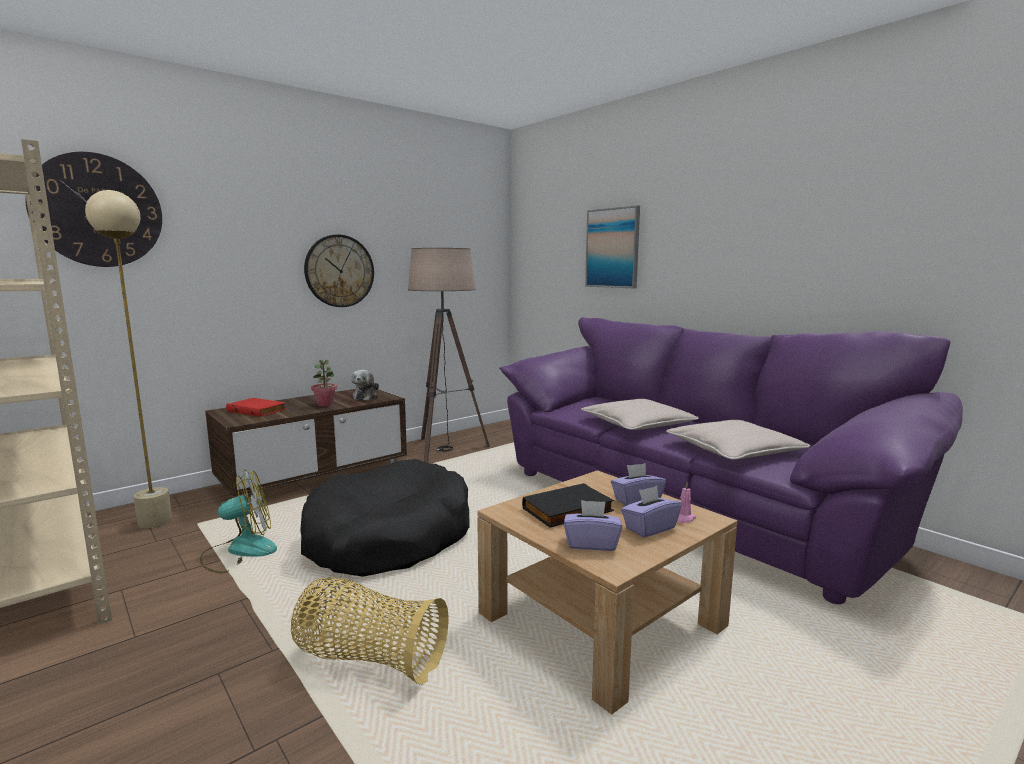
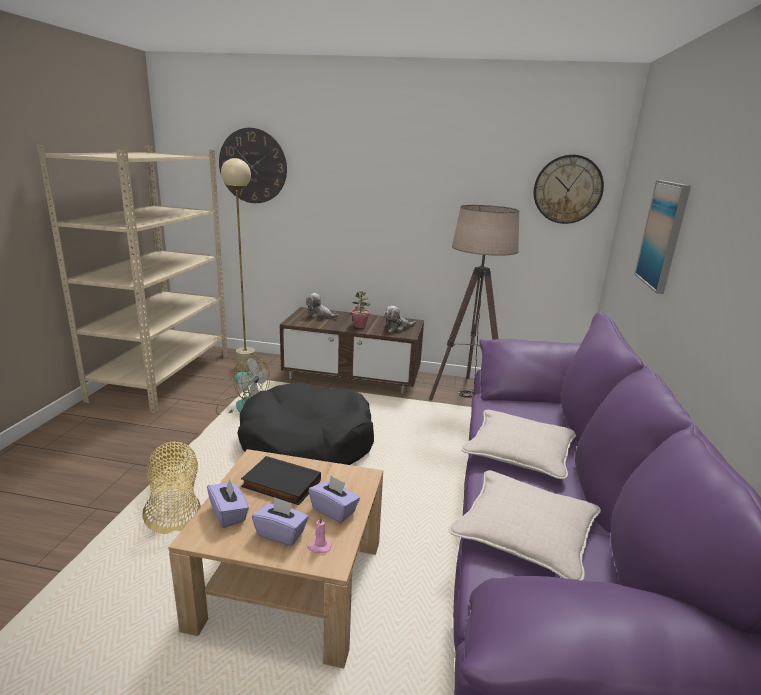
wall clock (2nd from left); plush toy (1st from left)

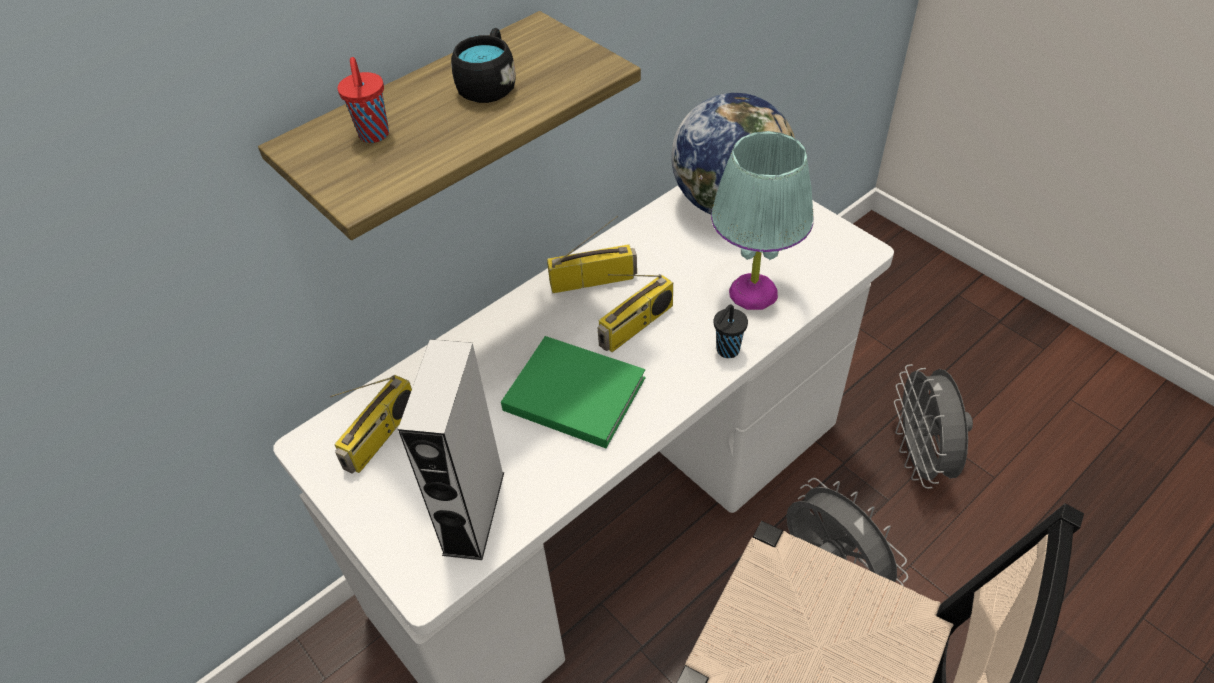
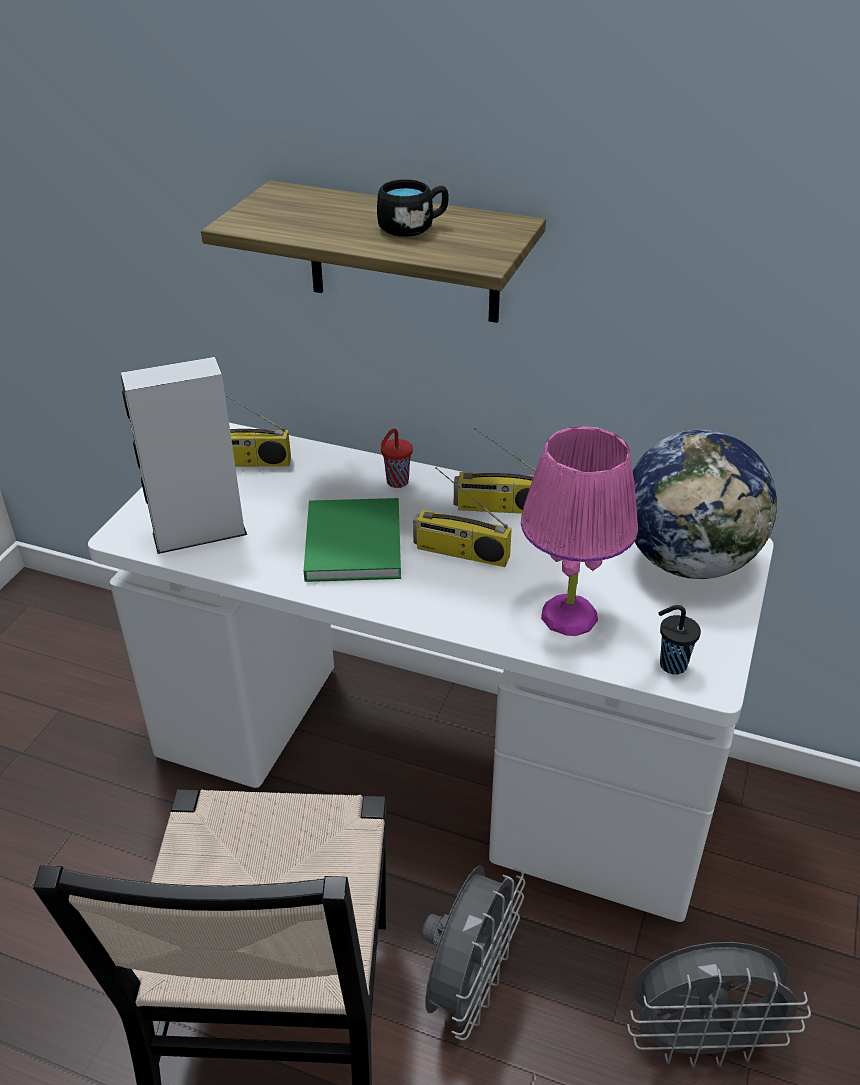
cup (red); table lamp (pink); radio (3rd from left); cup (black); fan (grey) (2nd from left)

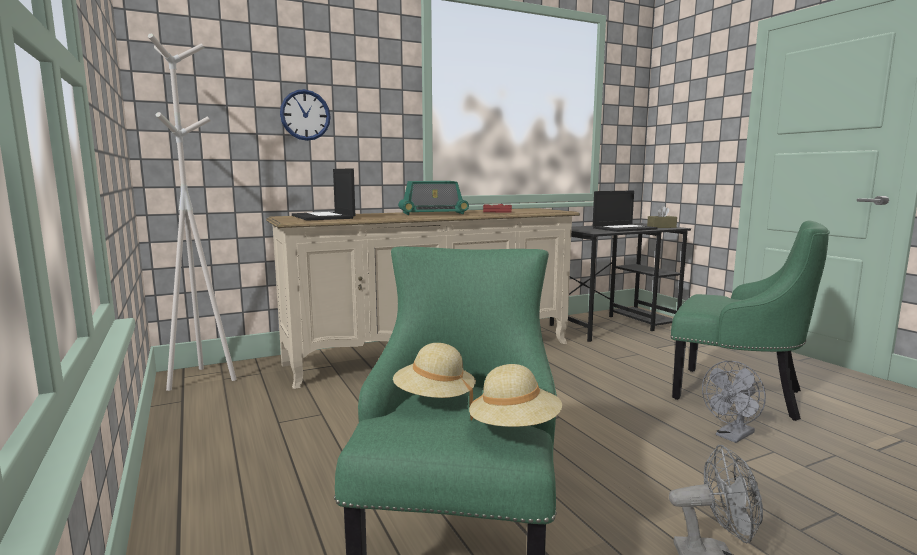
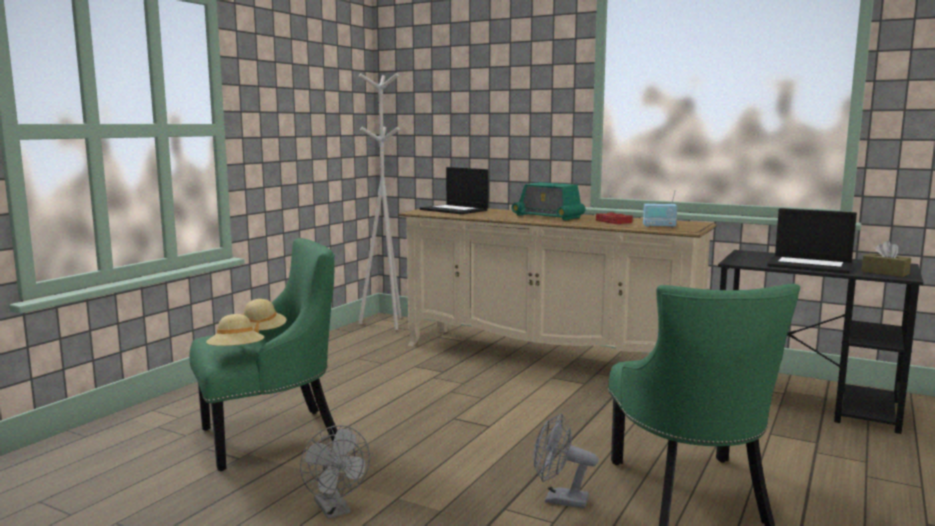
wall clock; laptop (1st from left); radio (2nd from left)

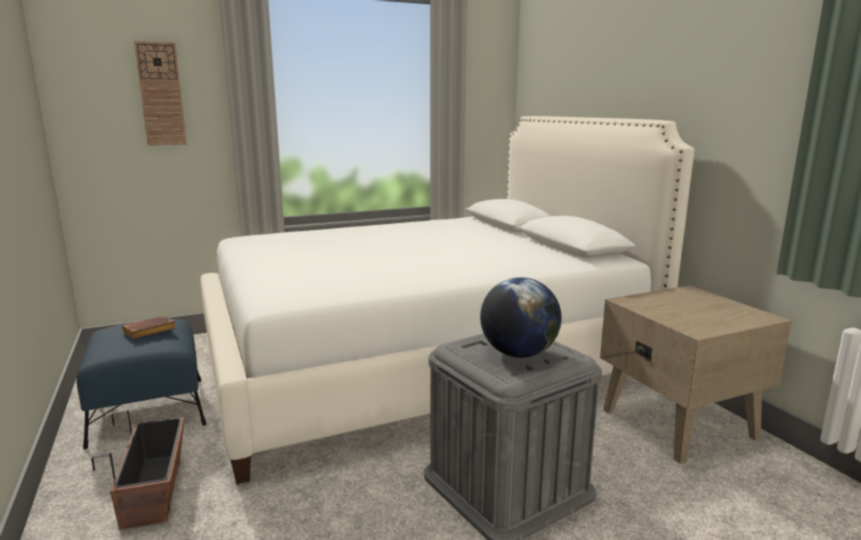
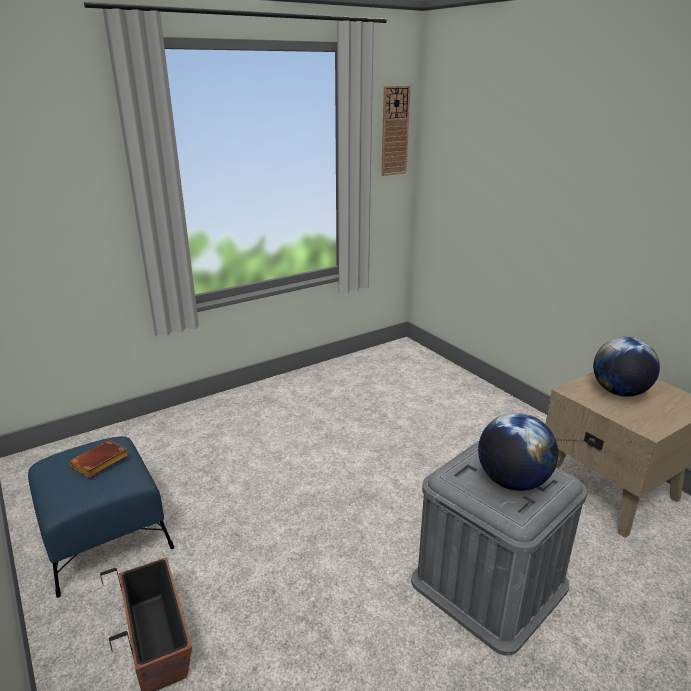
wall clock; bed (white); globe (2nd from left)

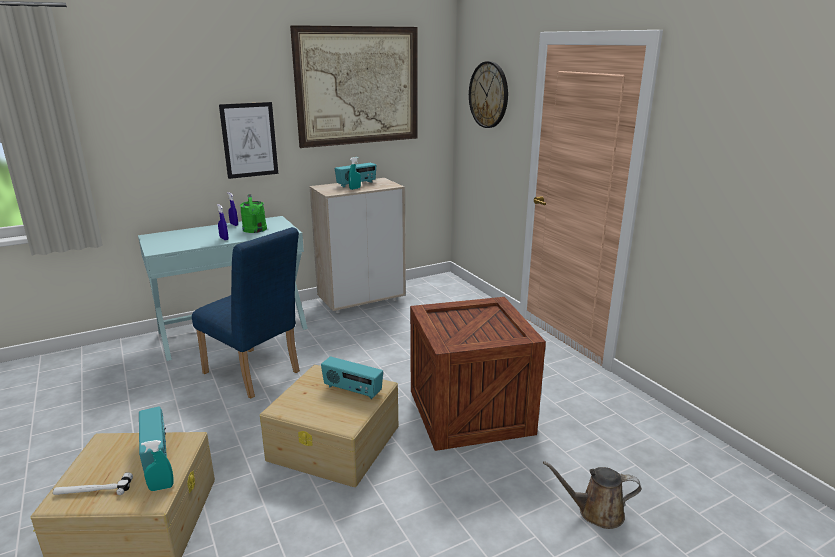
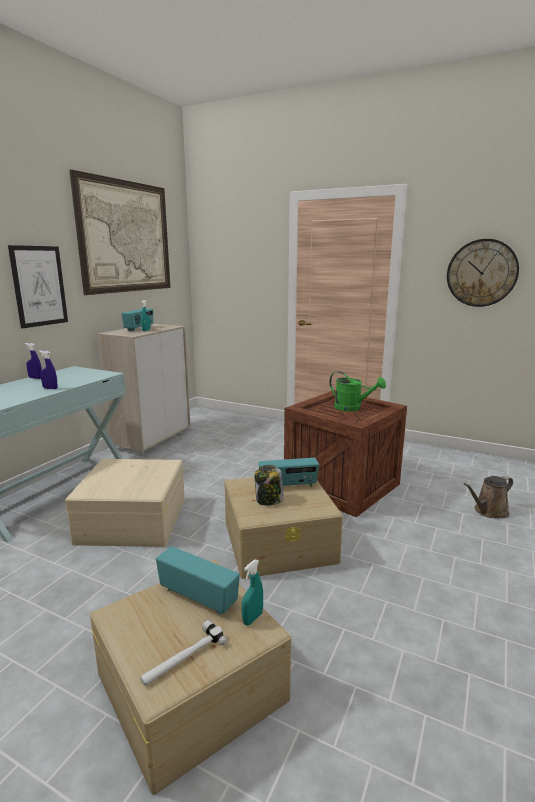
wall clock; watering can (green); storage box (beige) (1st from left); jar

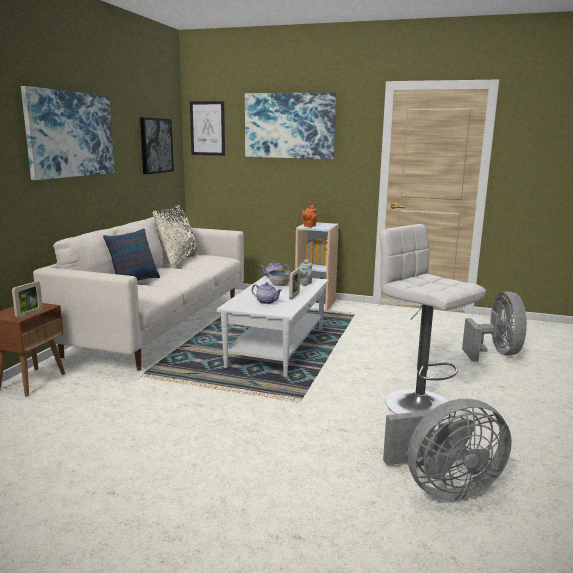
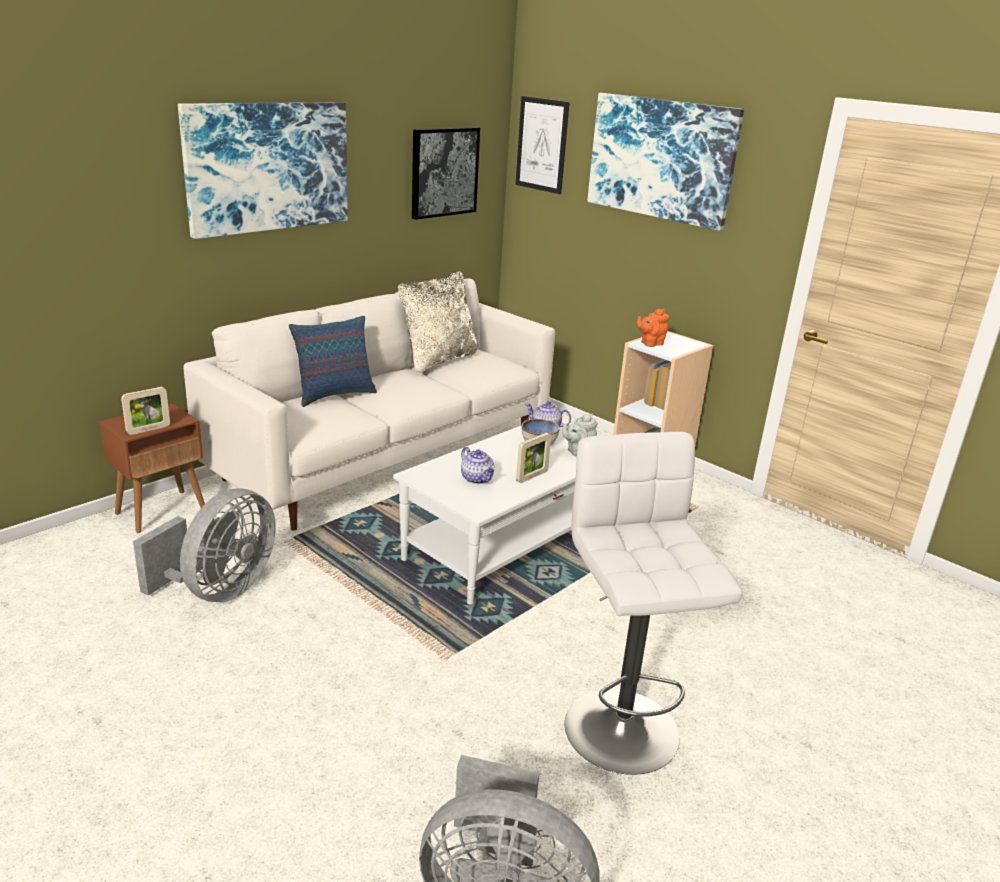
fan (grey) (1st from left)

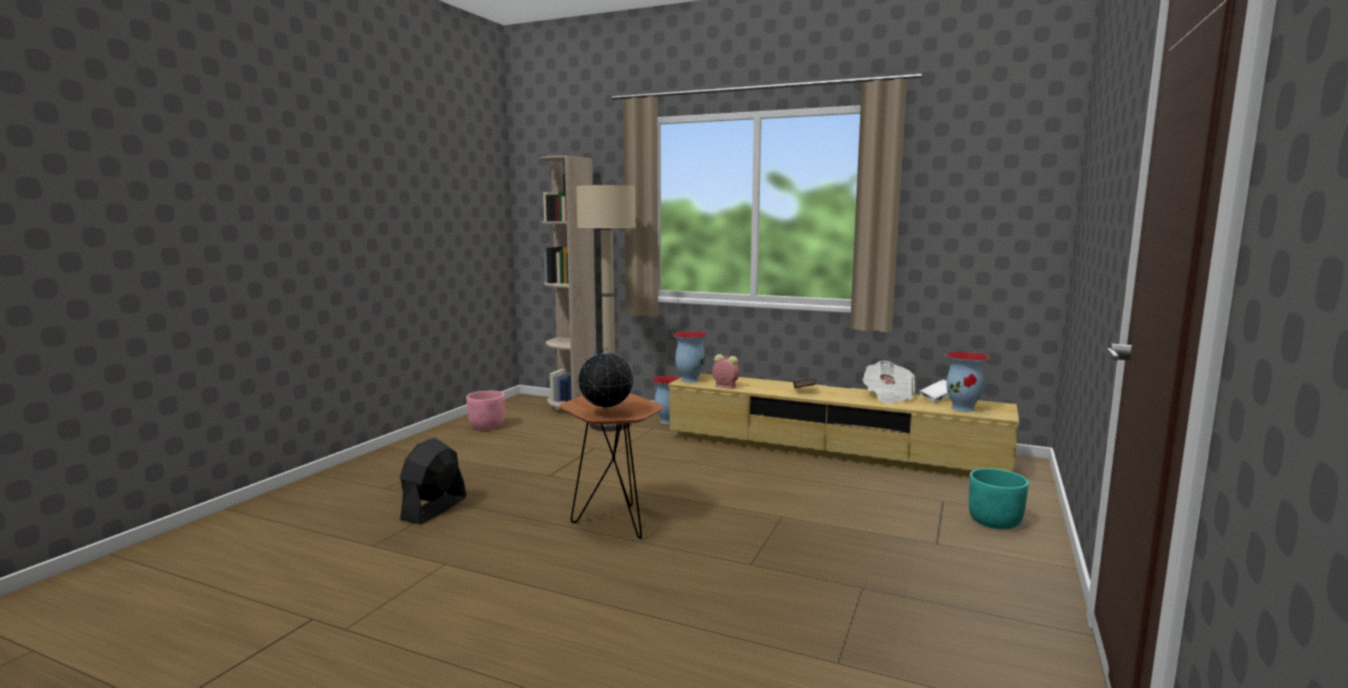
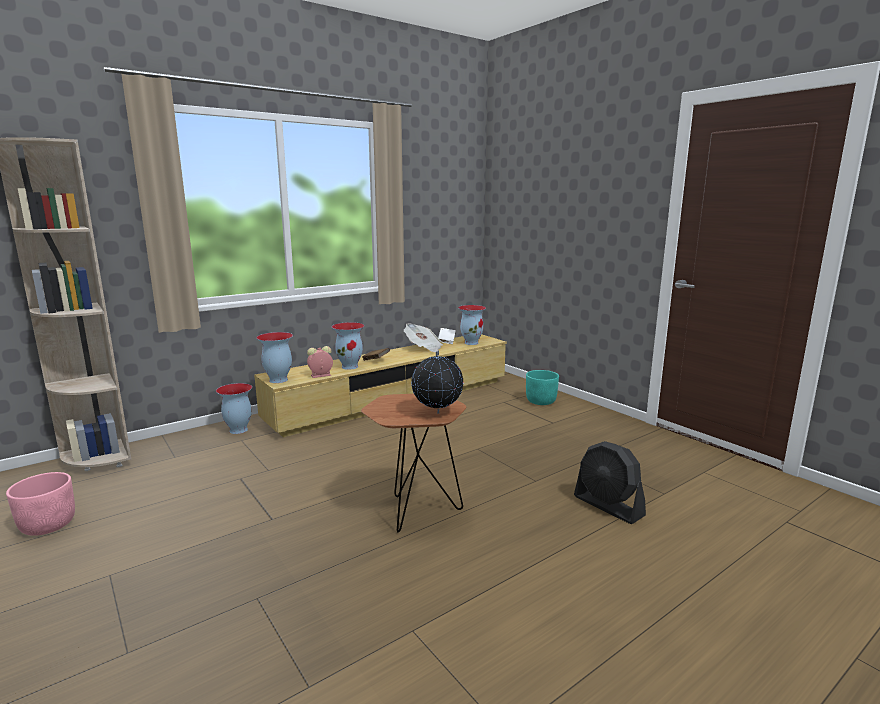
floor lamp (beige); fan (black); vase (3rd from left)

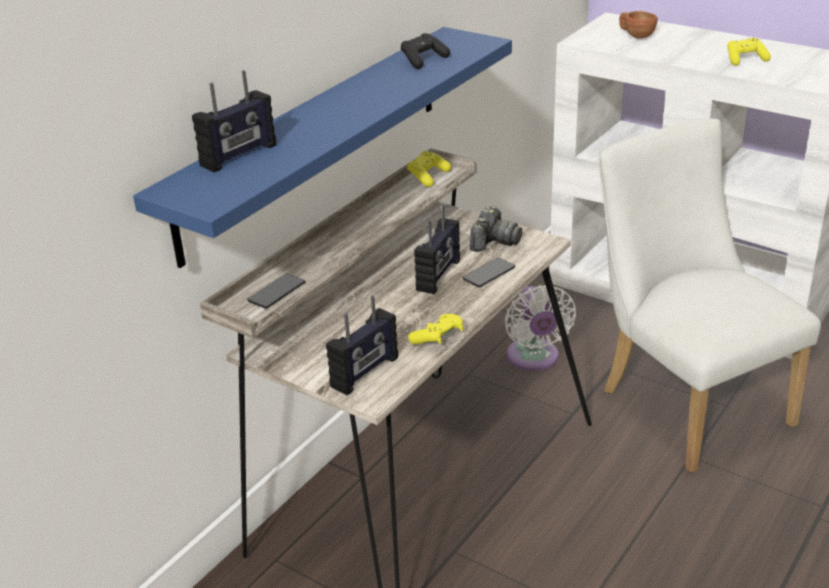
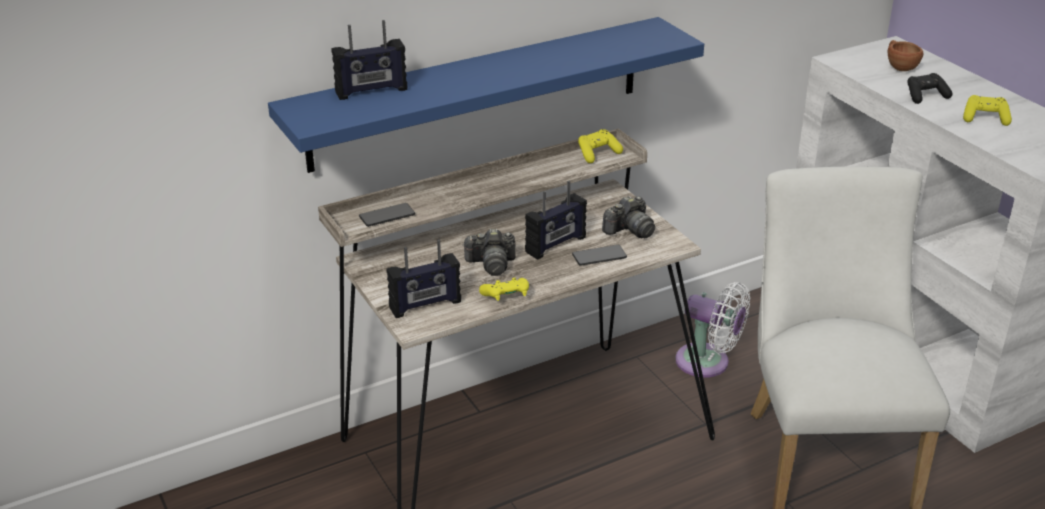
game controller (black); fan (white); photo camera (1st from left)

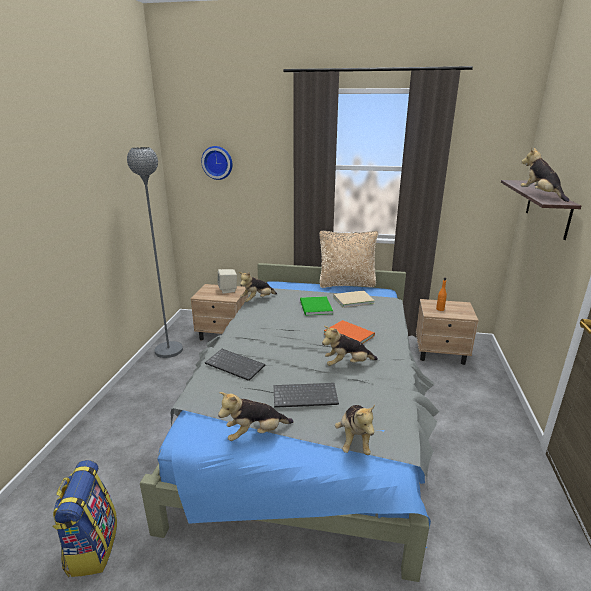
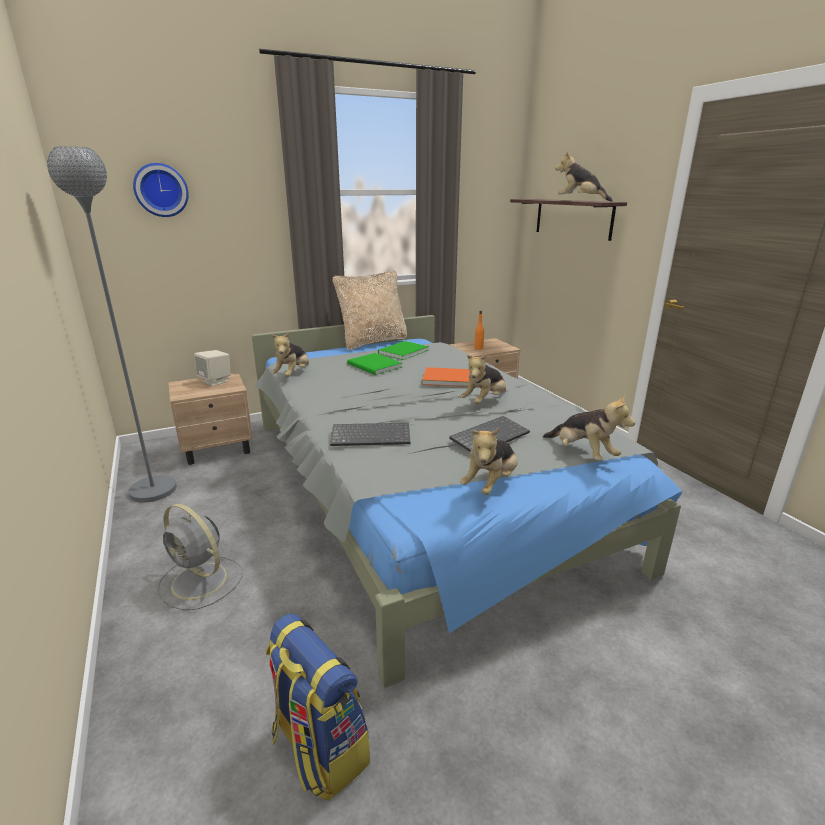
book (green) (2nd from left); fan (grey)

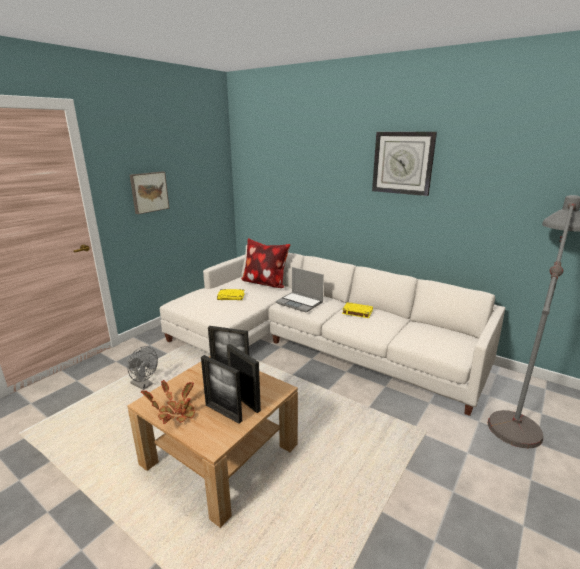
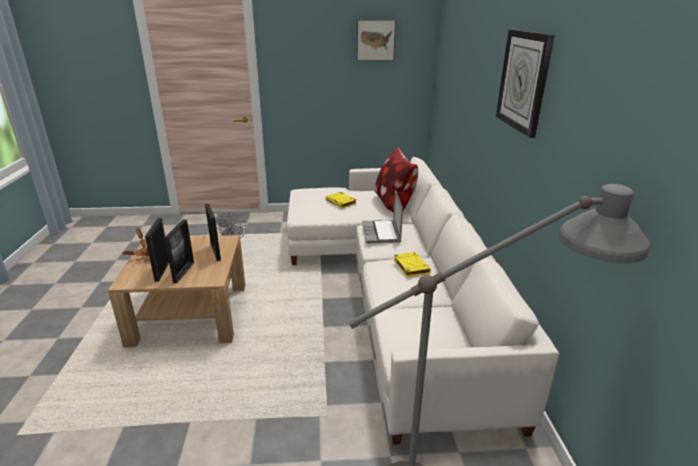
picture

